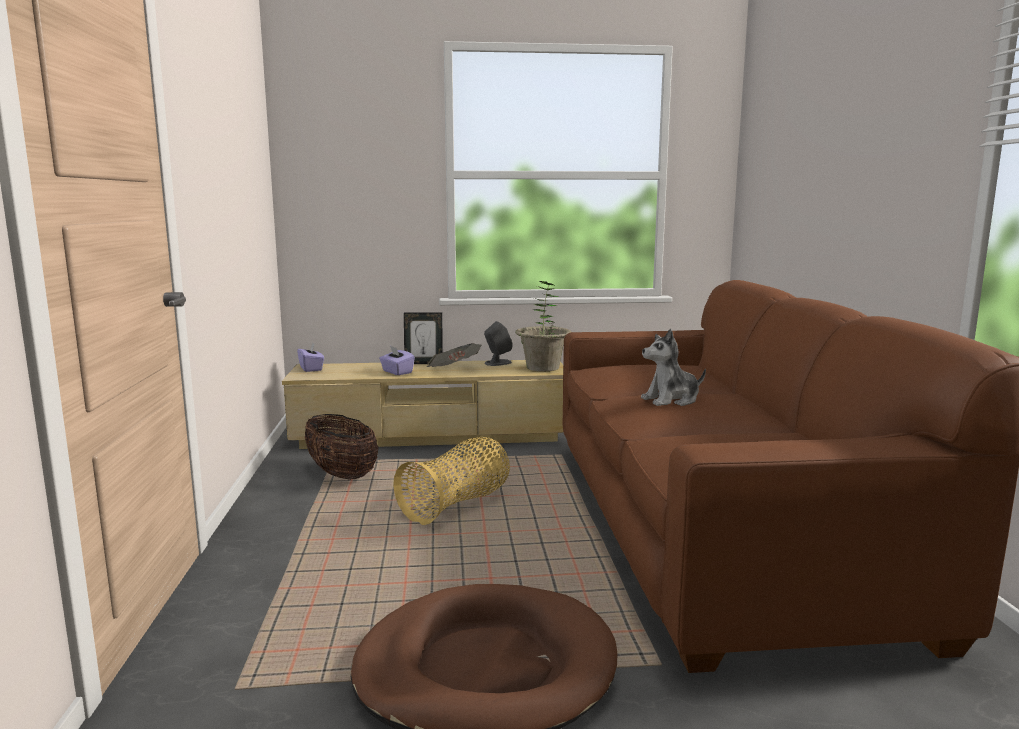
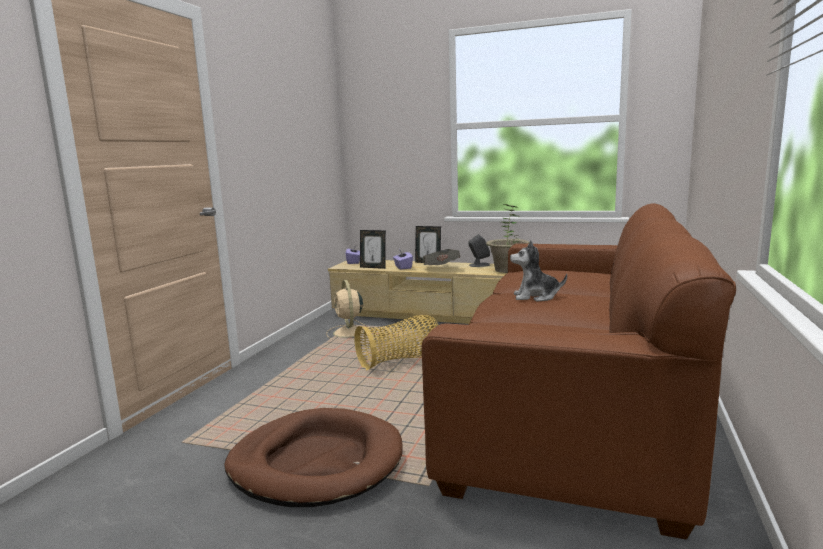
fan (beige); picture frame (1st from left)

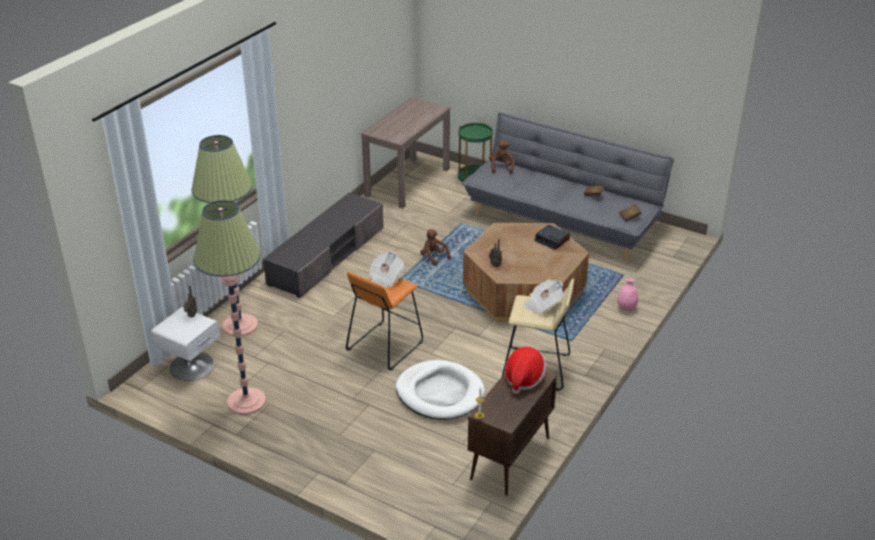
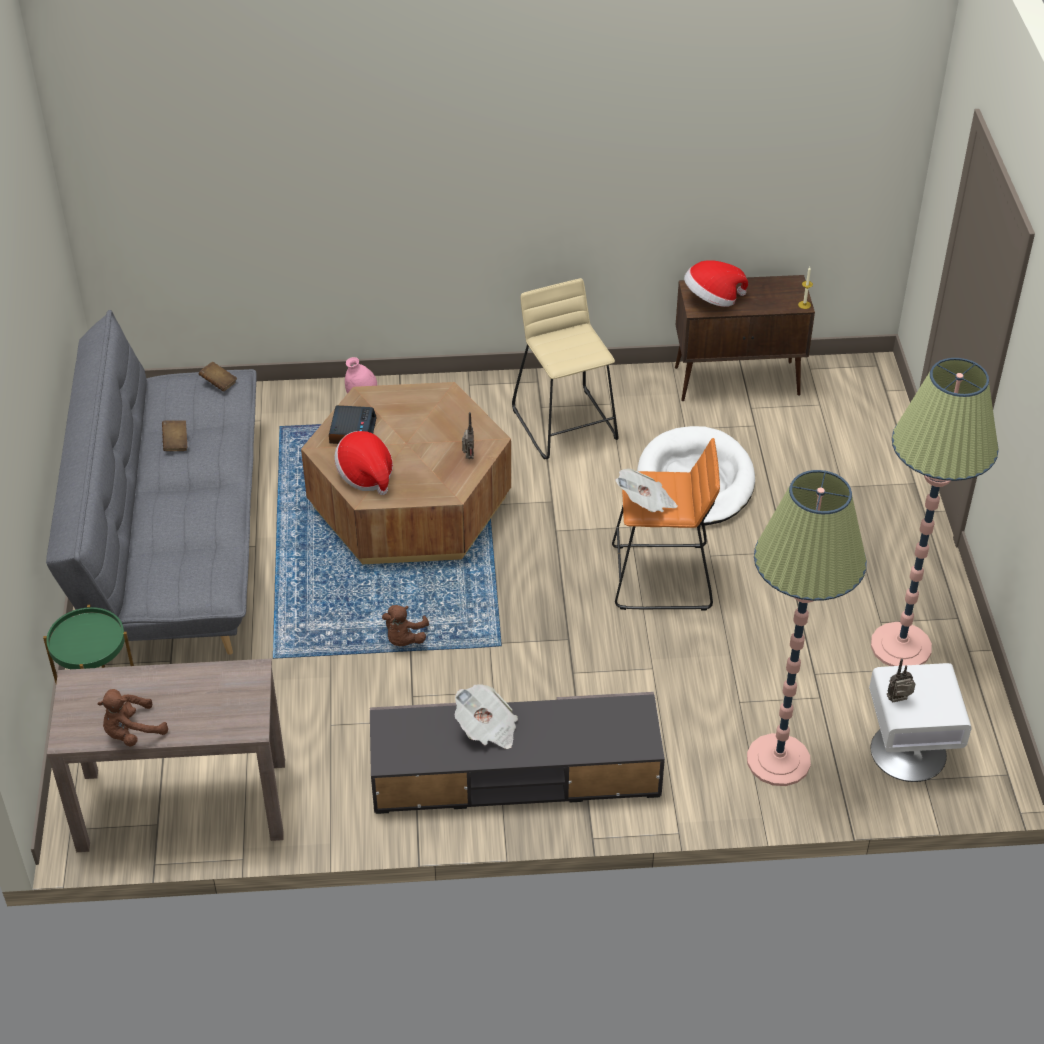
plush toy (brown) (1st from left); newspaper (1st from left); hat (1st from left)

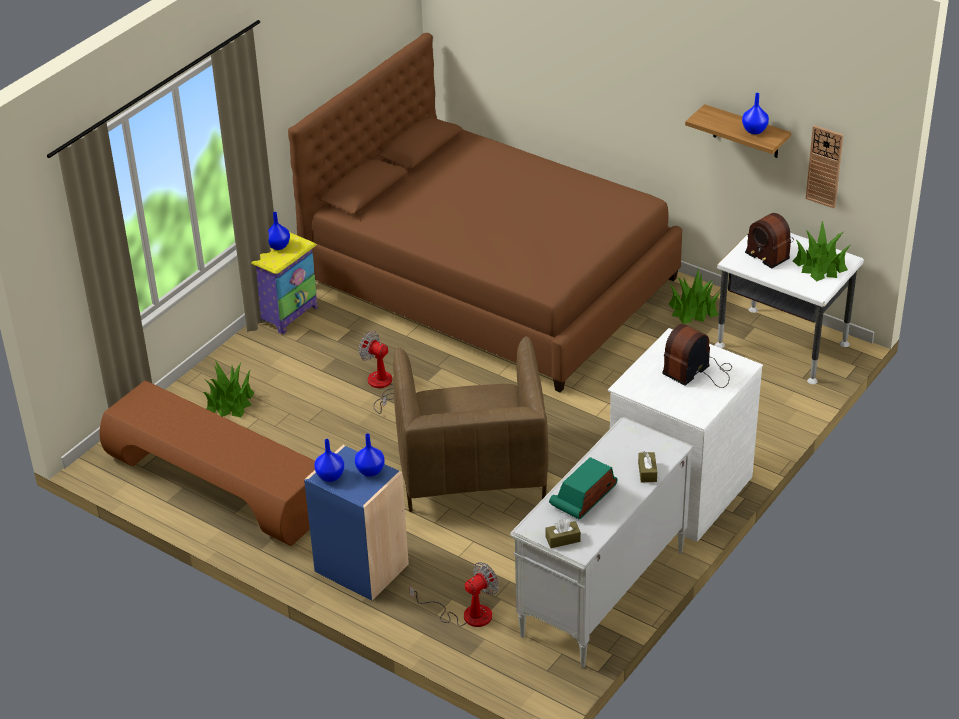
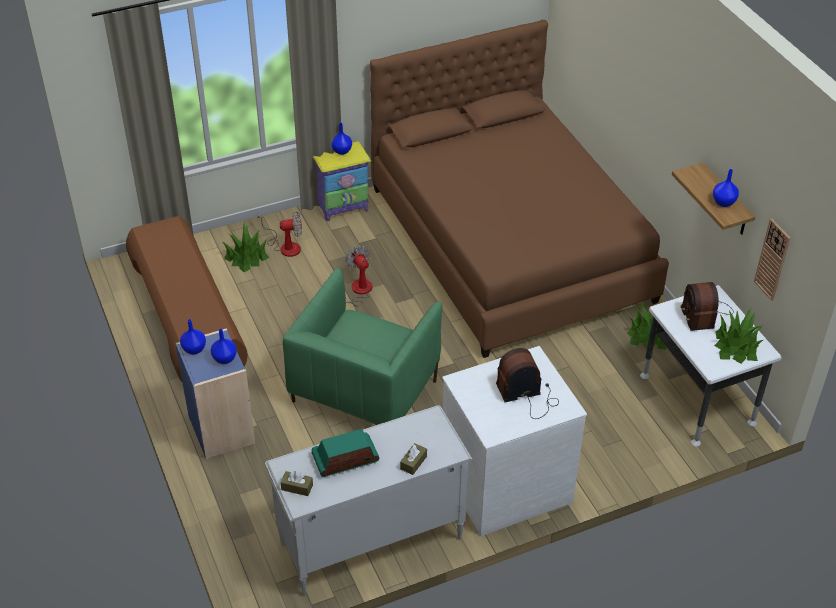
armchair (green); fan (1st from left)

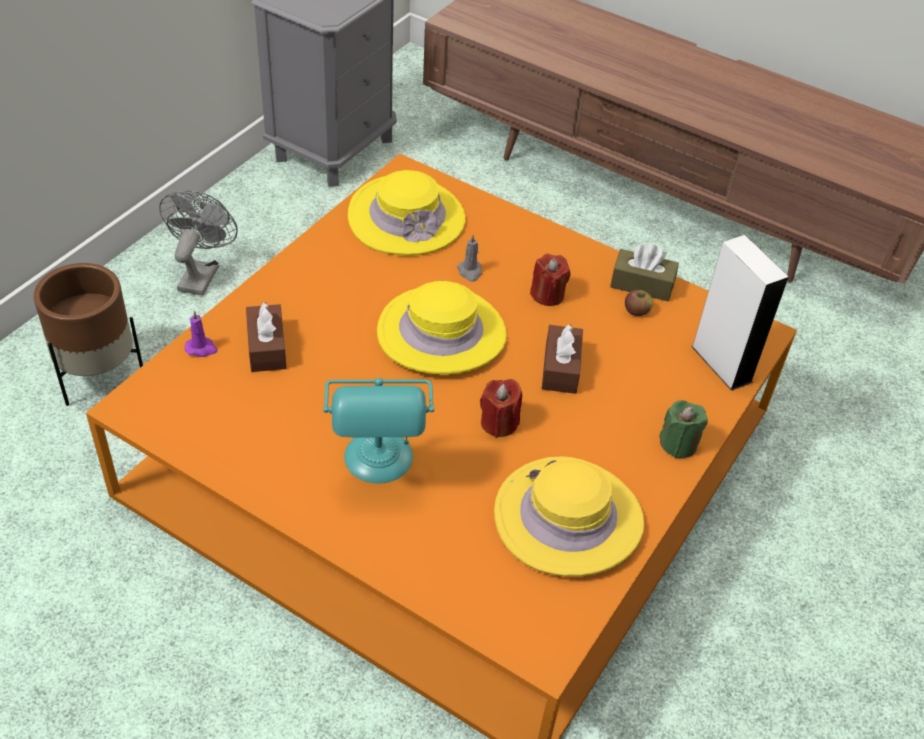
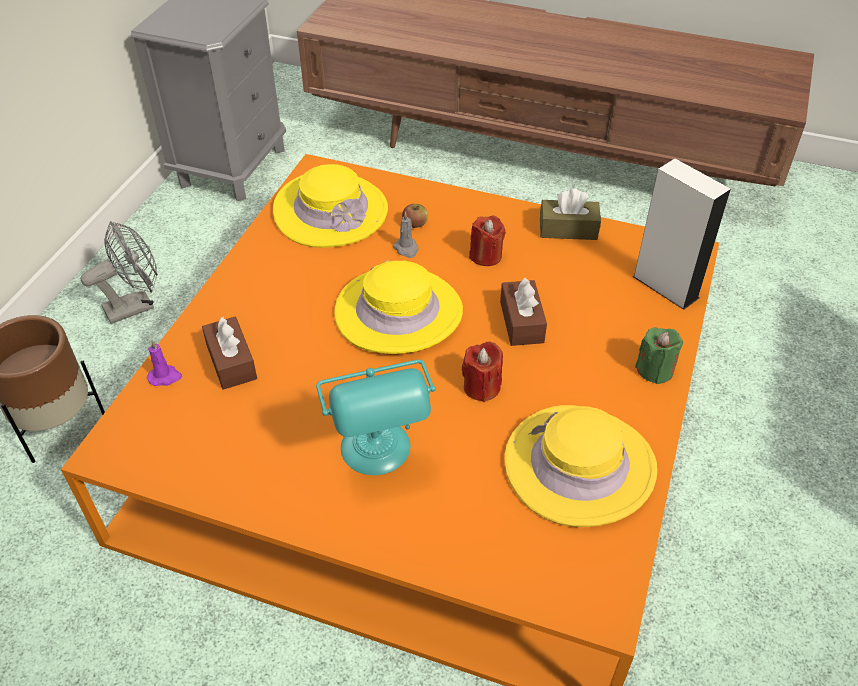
fan (grey); apple

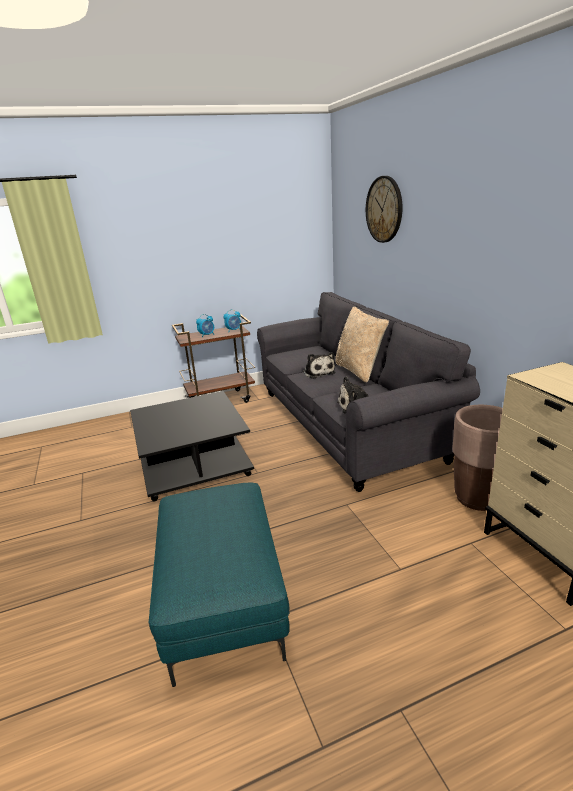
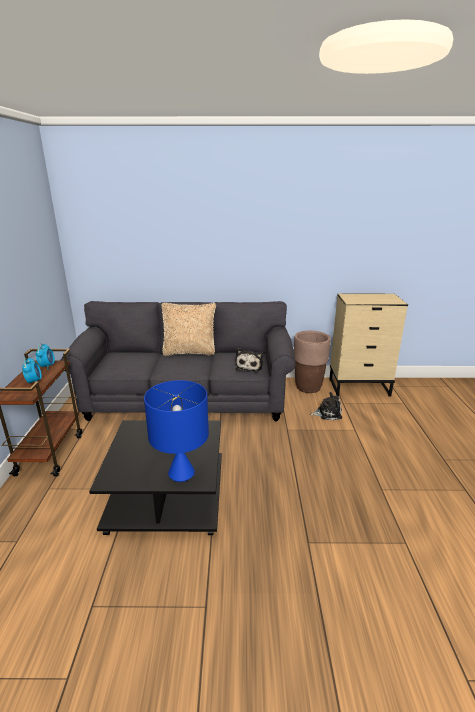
wall clock; plush toy (2nd from left); ottoman (turquoise); table lamp (blue)

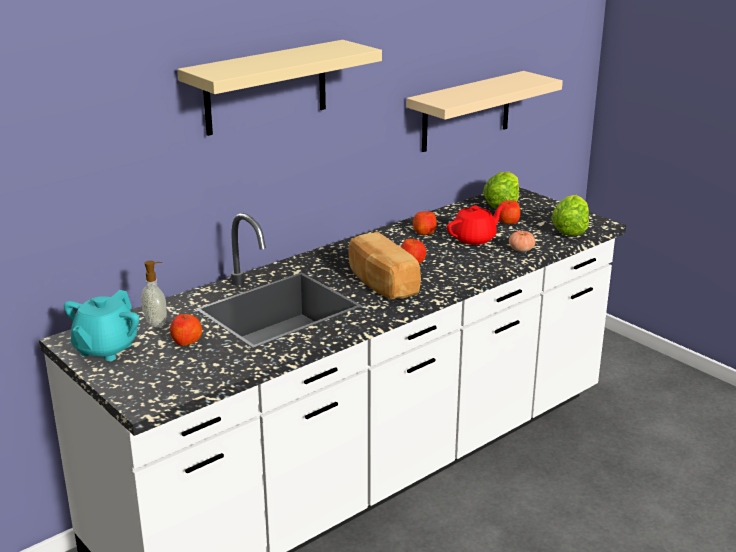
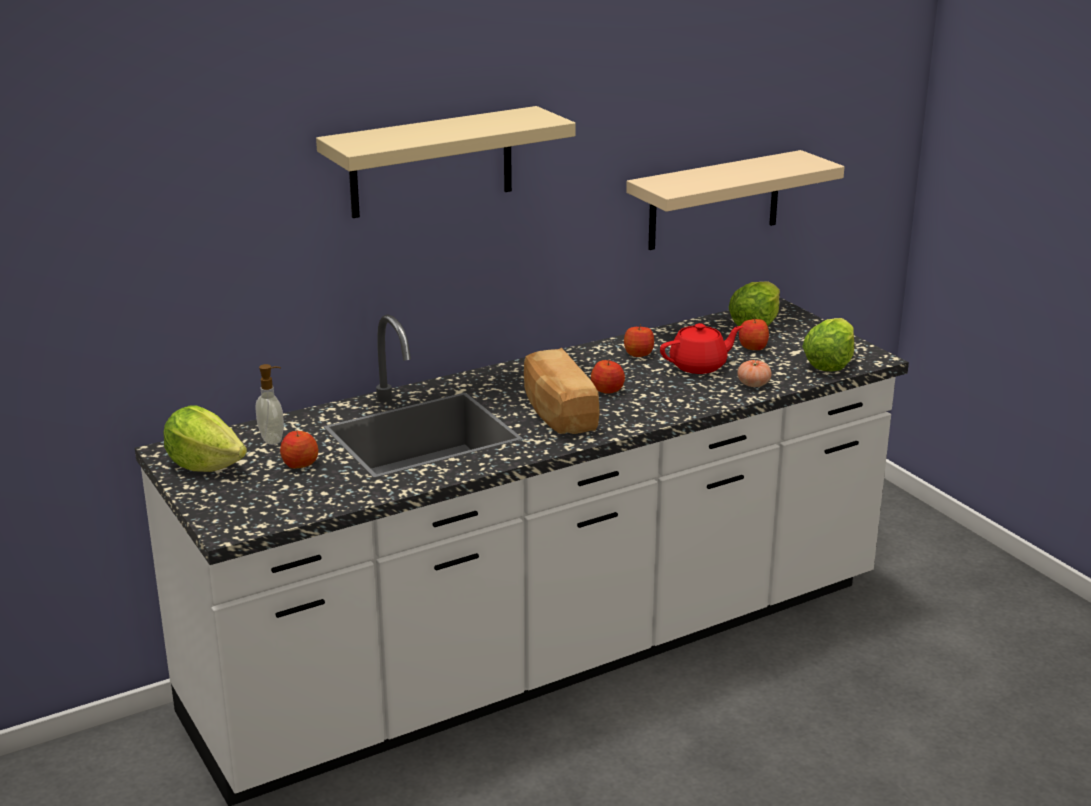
lettuce (1st from left)

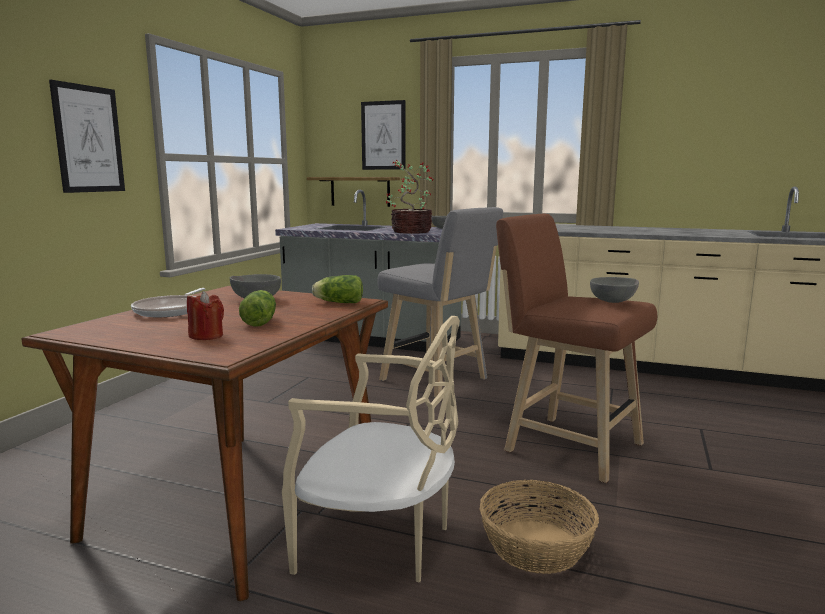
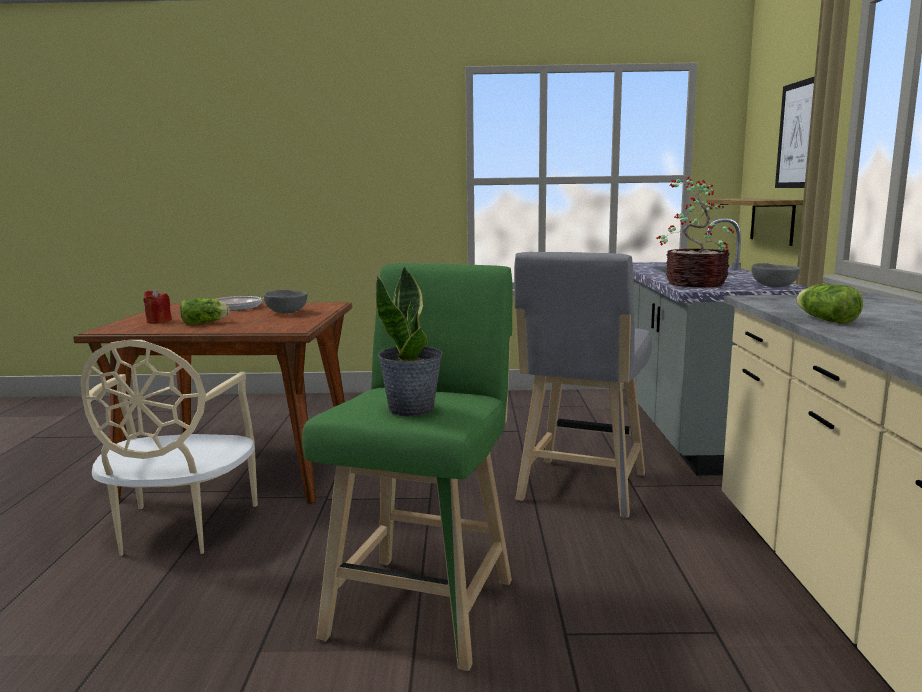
picture (1st from left in the first image); stool (green); lettuce (2nd from left); potted plant (1st from left); basket

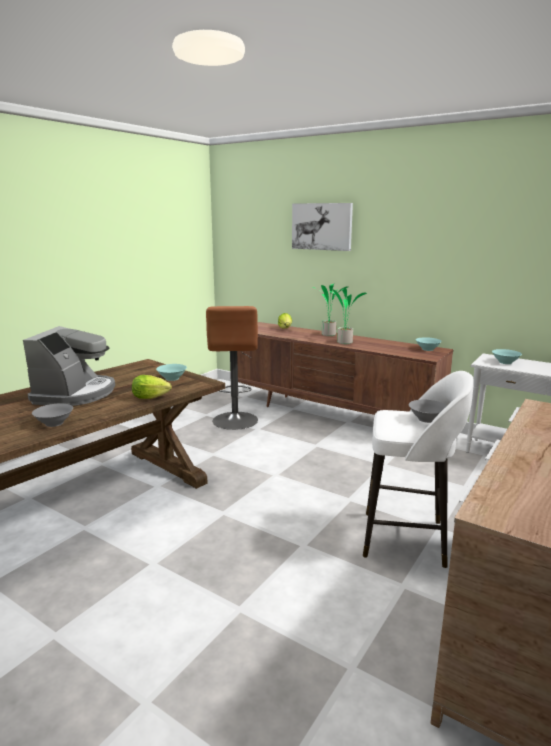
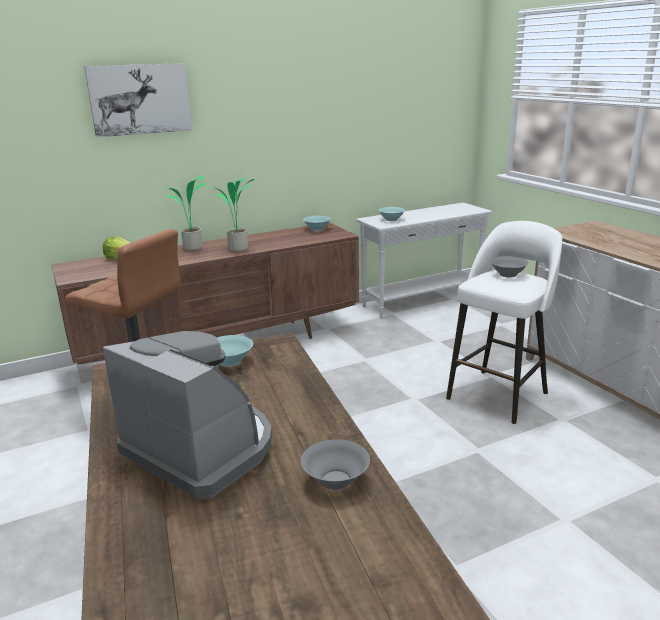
lettuce (1st from left in the first image)

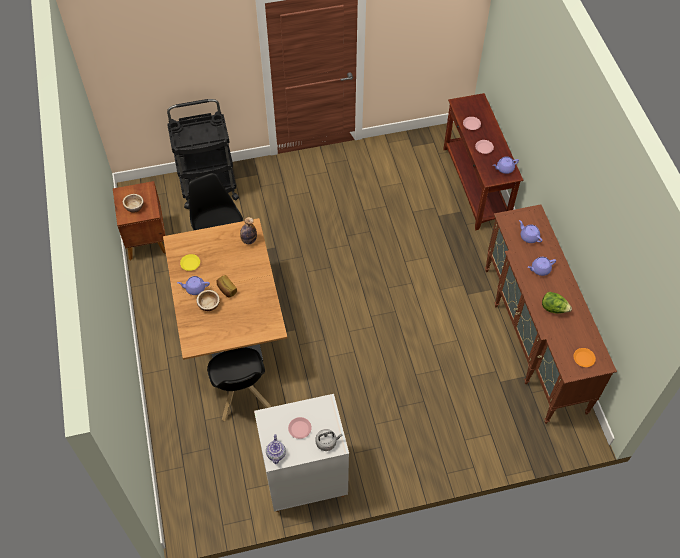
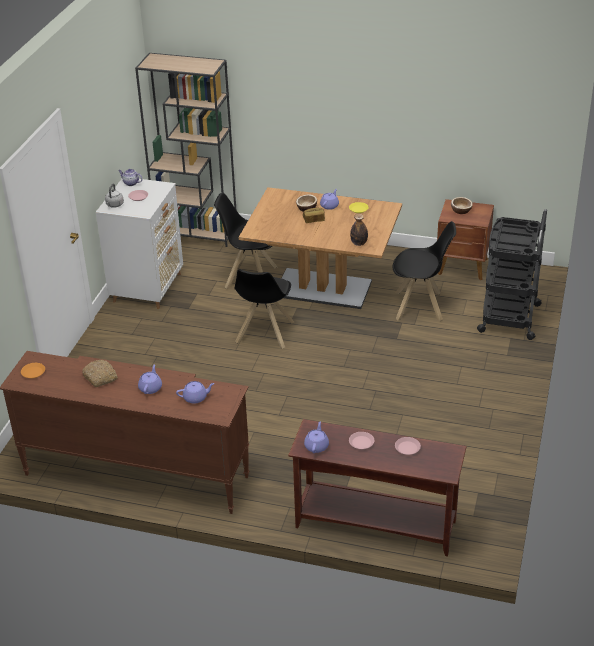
bread (1st from left); bookcase; chair (black) (2nd from left)

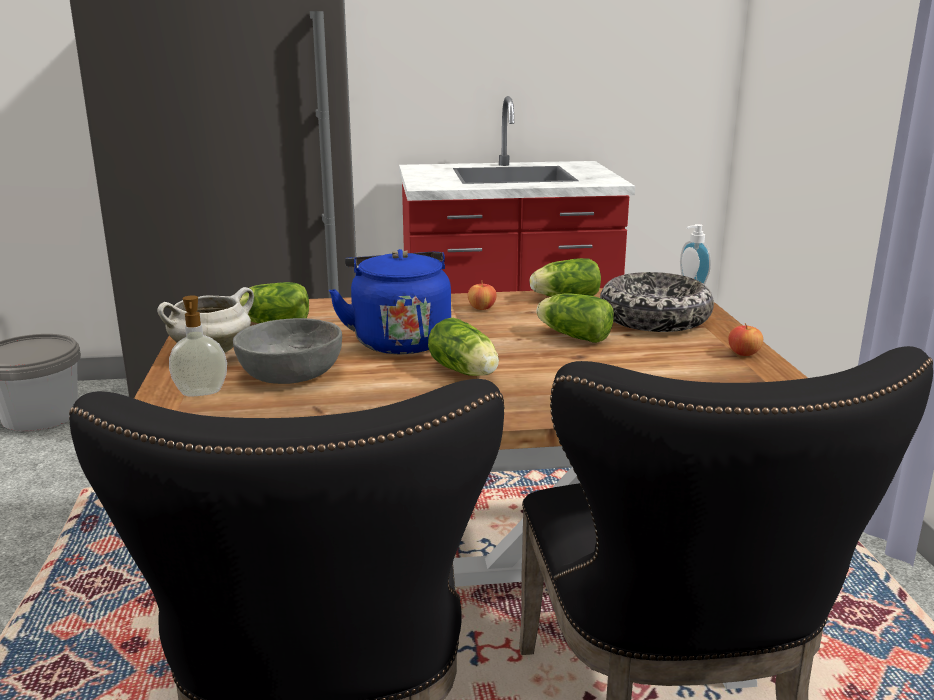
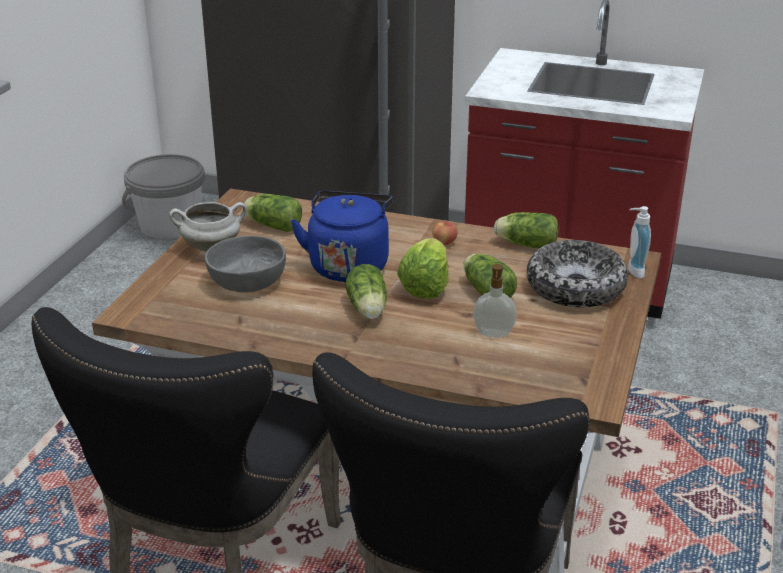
soap dispenser (1st from left); apple (2nd from left in the first image); lettuce (3rd from left)

